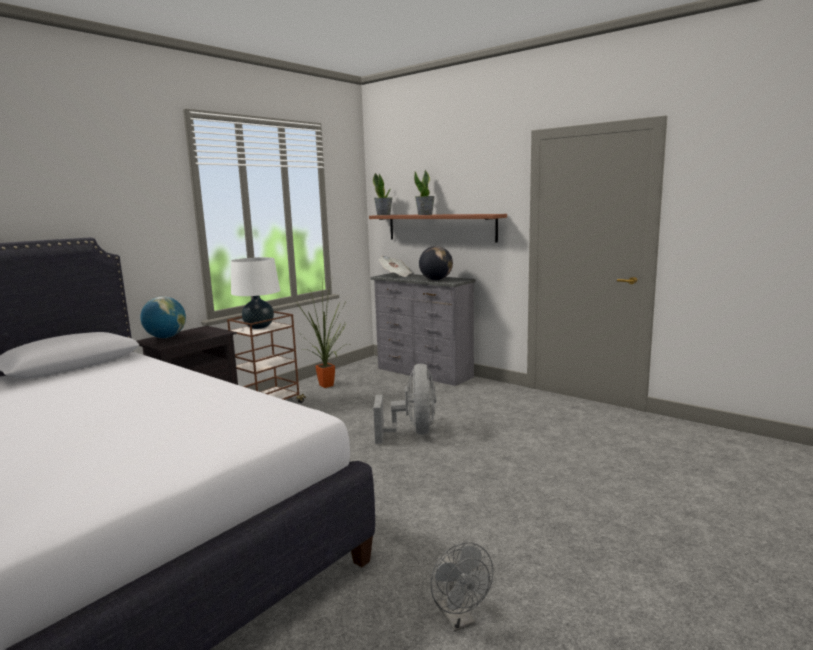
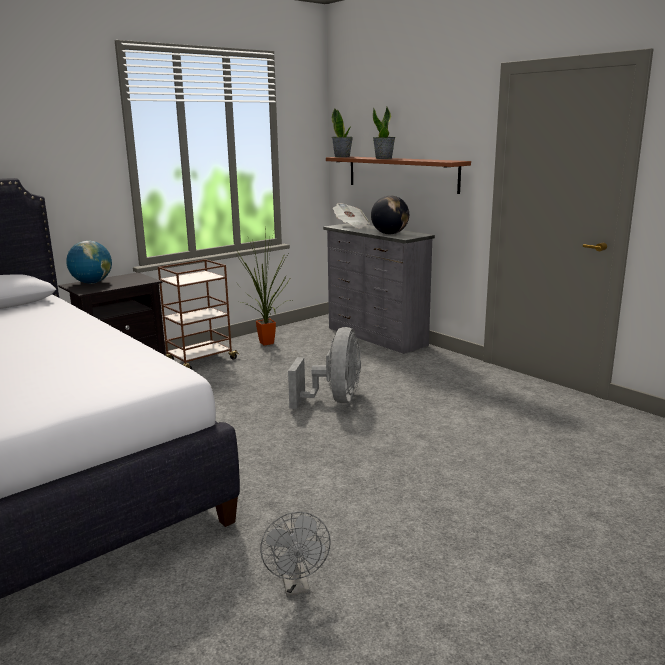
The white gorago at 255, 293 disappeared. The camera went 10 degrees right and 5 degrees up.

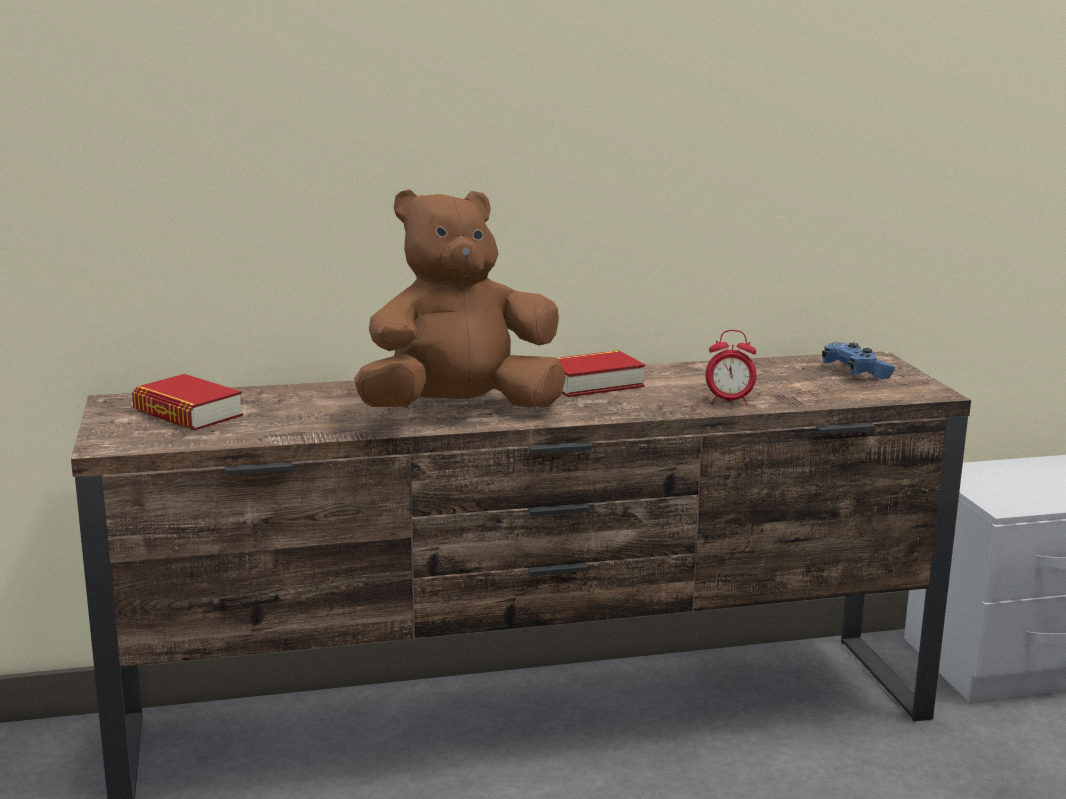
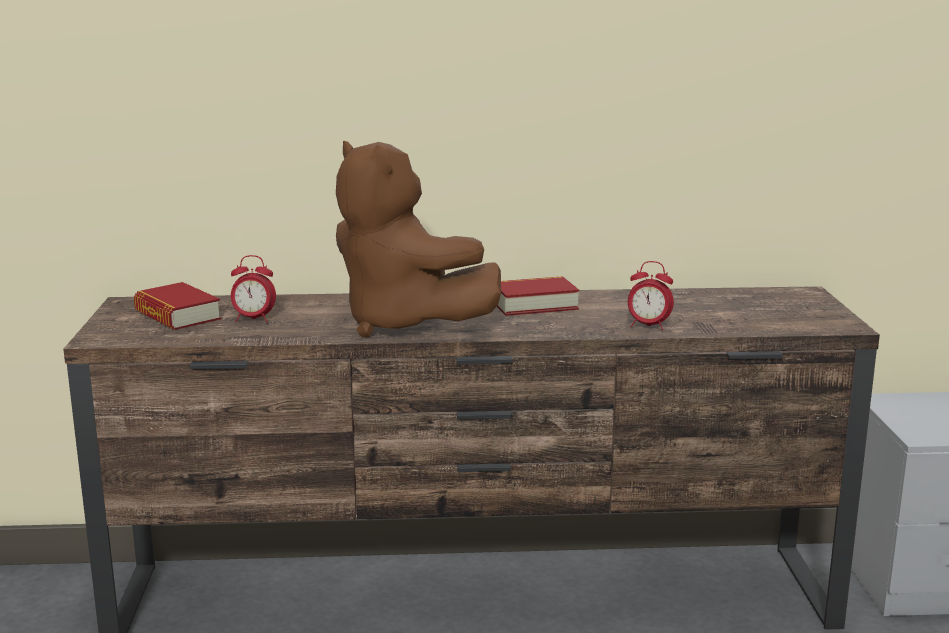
The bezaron at 253, 288 appeared. The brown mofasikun at 460, 298 turned 120 degrees counterclockwise. The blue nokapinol at 858, 361 disappeared. The camera went 10 degrees right and 0 degrees up.

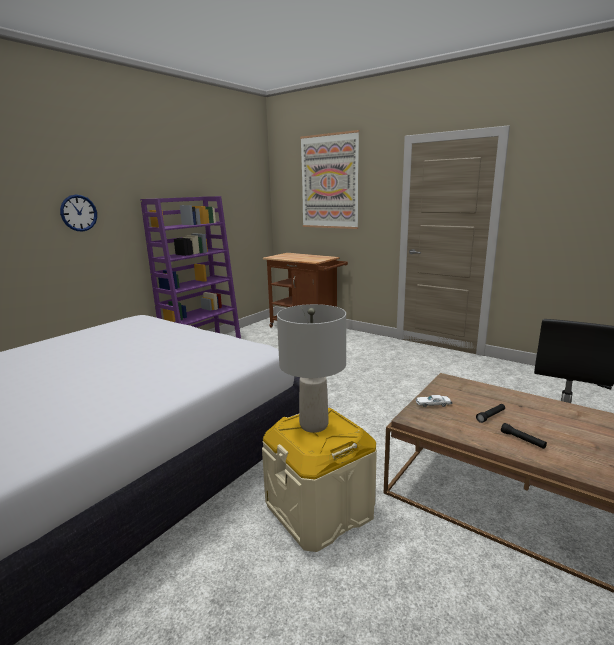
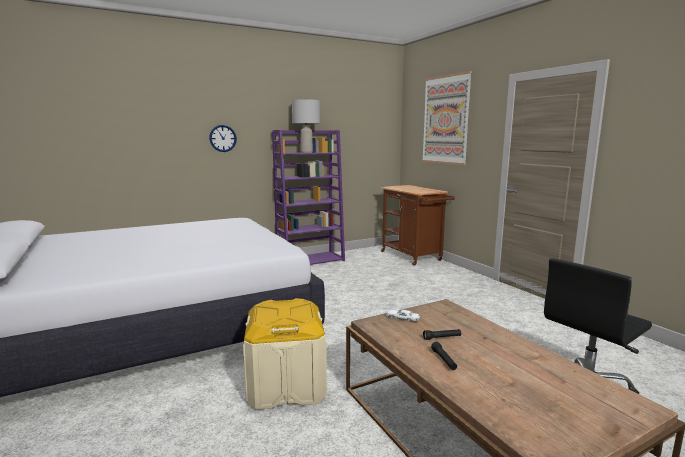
The grey gorago moved from 311, 368 to 306, 125. The camera went 25 degrees right and 5 degrees down.

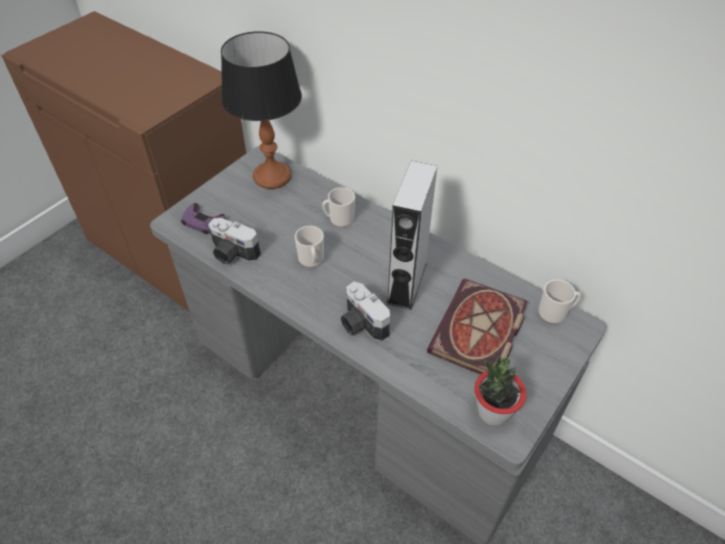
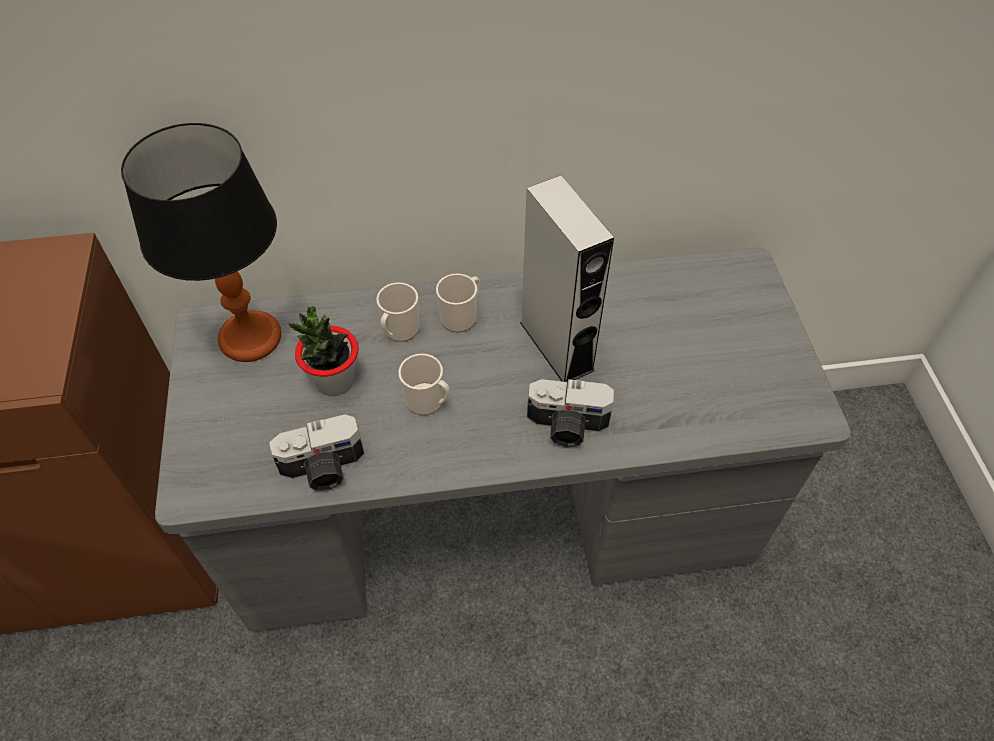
The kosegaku moved from 500, 391 to 324, 351. The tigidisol moved from 559, 301 to 458, 303. The purple nokapinol at 203, 218 disappeared. The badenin at 477, 326 disappeared. The camera went 45 degrees left and 5 degrees up.

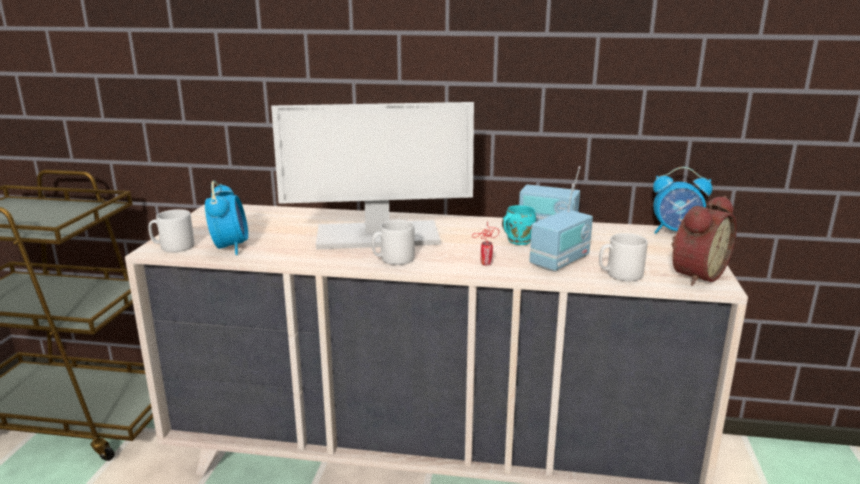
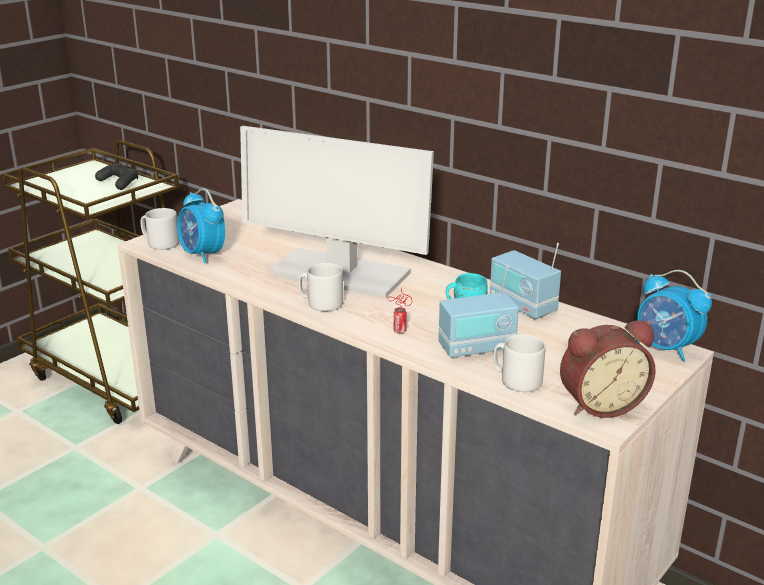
The black nokapinol at 116, 176 appeared. The bezaron at 226, 218 turned 120 degrees clockwise. The camera went 30 degrees right and 5 degrees up.

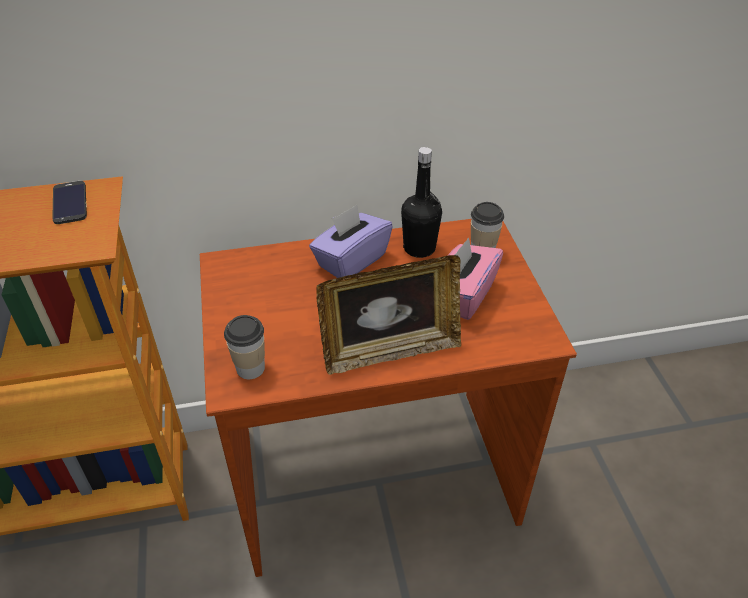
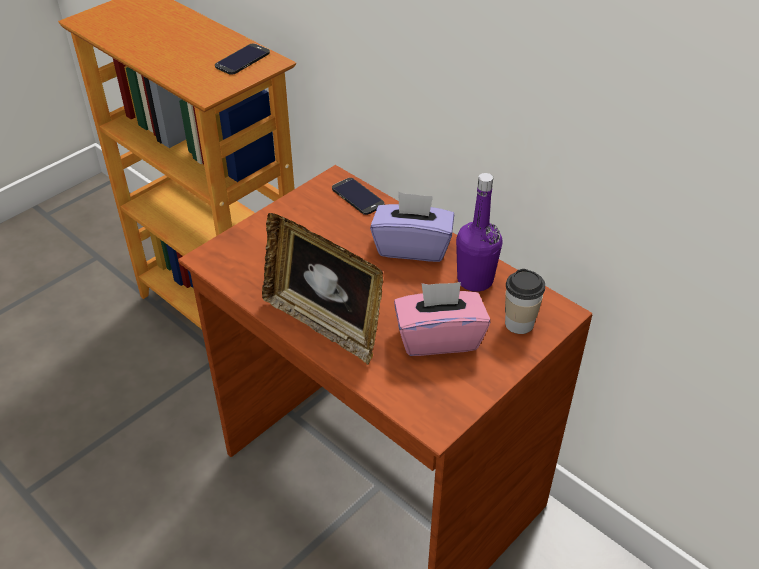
The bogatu at 358, 196 appeared. The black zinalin at 421, 202 became the purple zinalin at 479, 232. The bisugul at 244, 347 disappeared. The camera went 55 degrees right and 0 degrees up.

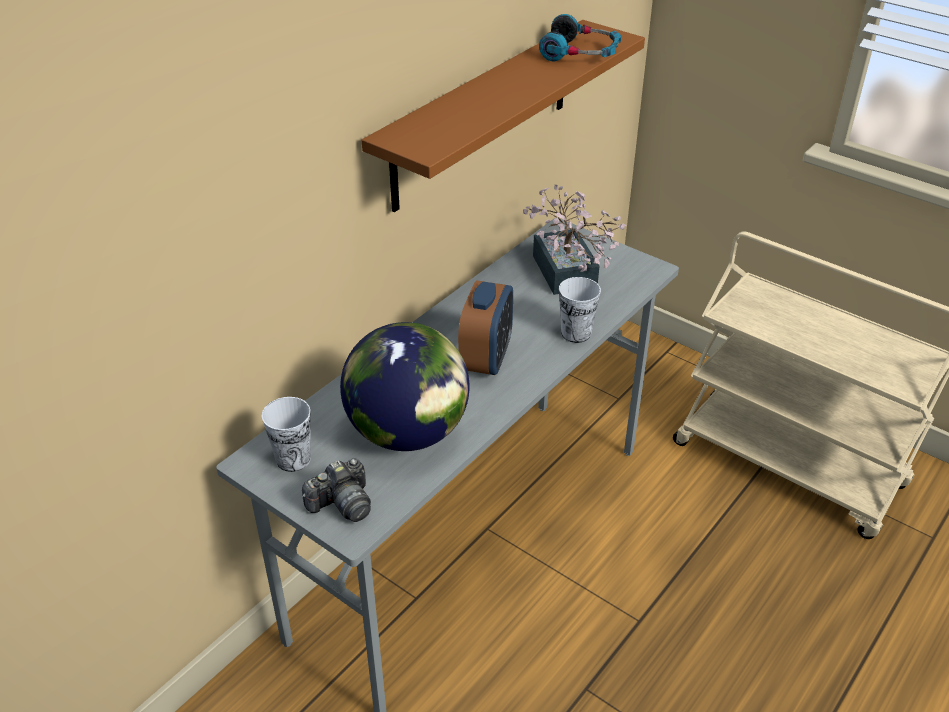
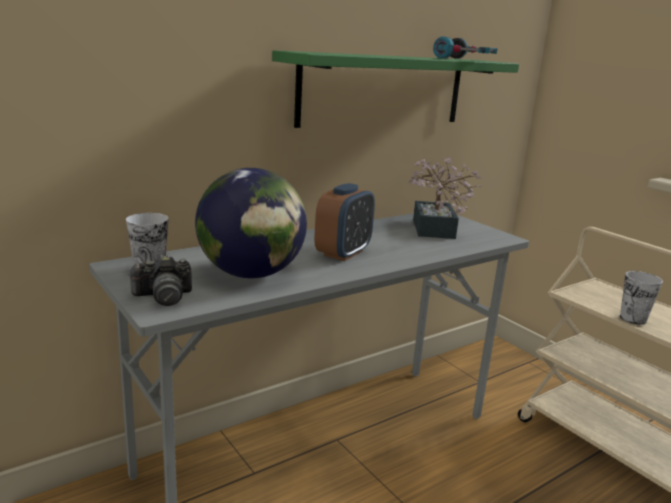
The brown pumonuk at 503, 116 became the green pumonuk at 395, 89. The bisugul moved from 580, 310 to 641, 298. The camera went 15 degrees right and 20 degrees down.

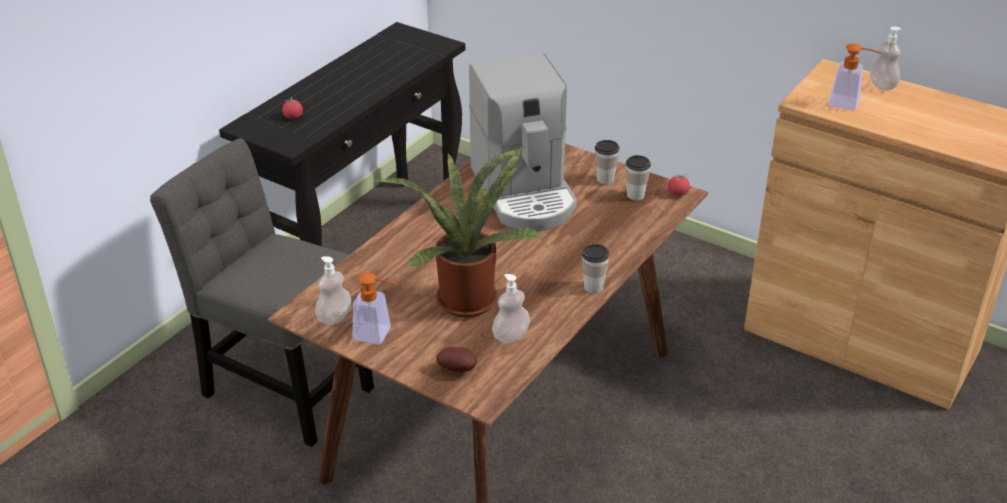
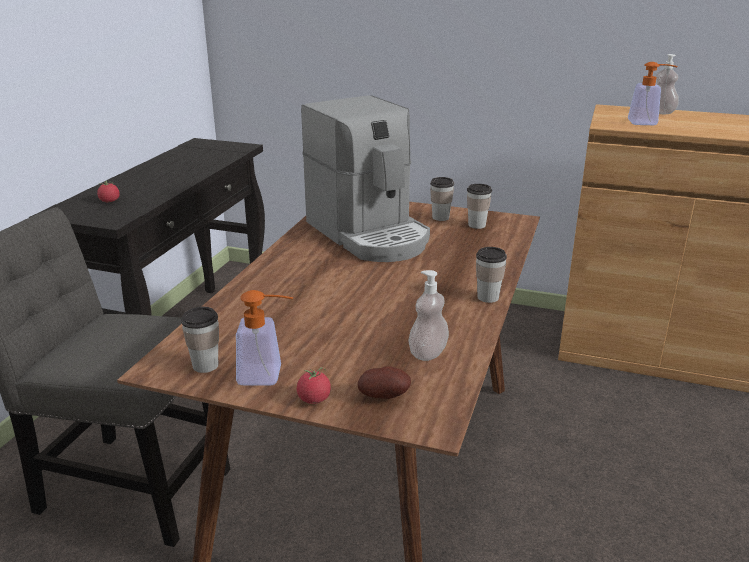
The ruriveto at 333, 290 was replaced by the bisugul at 200, 340. The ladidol moved from 679, 185 to 314, 385. The kosegaku at 459, 232 disappeared. The camera went 15 degrees left and 10 degrees down.

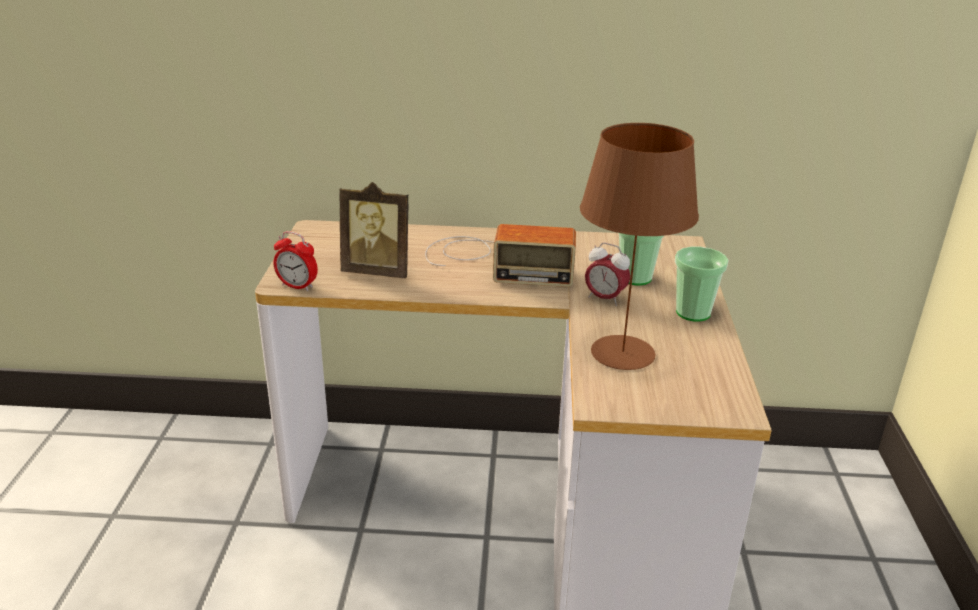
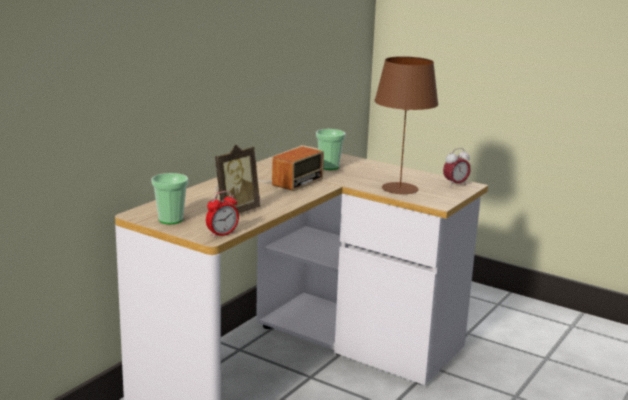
The bisugul moved from 702, 284 to 169, 198. The bezaron moved from 607, 274 to 457, 167. The camera went 60 degrees left and 10 degrees down.

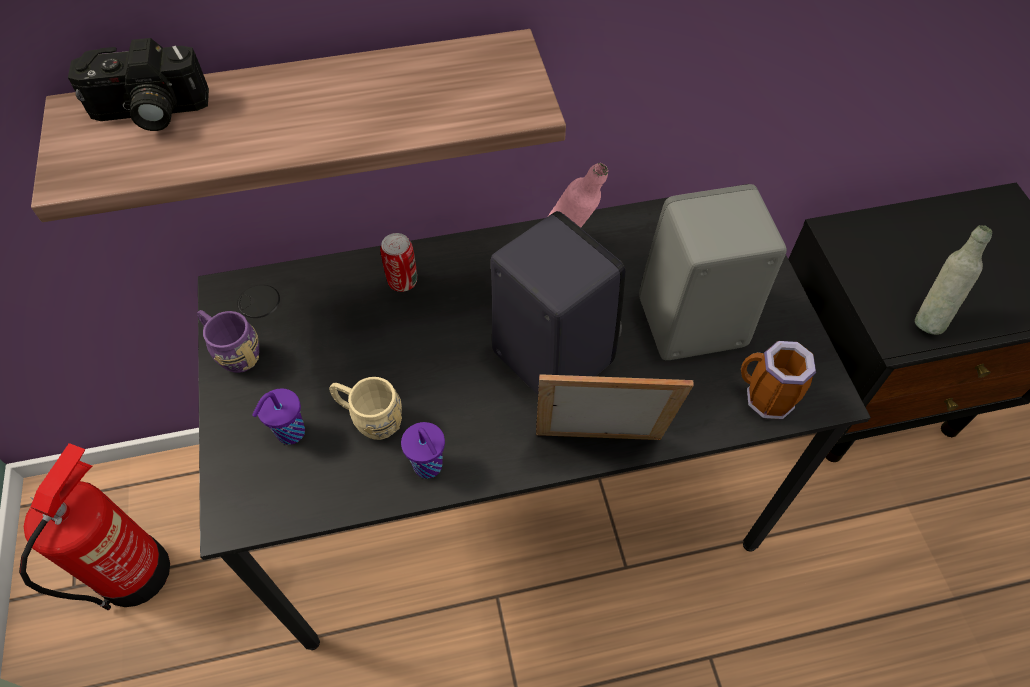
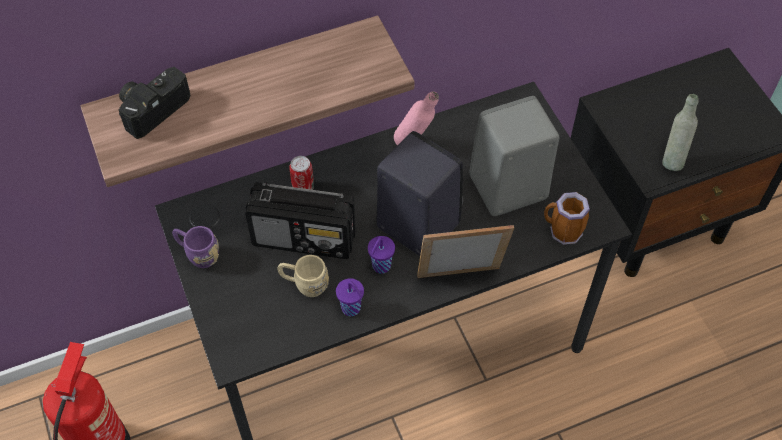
The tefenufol at 138, 84 turned 150 degrees clockwise. The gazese at 300, 220 appeared. The purple bisugul moved from 278, 416 to 381, 255. The camera went 10 degrees left and 0 degrees up.

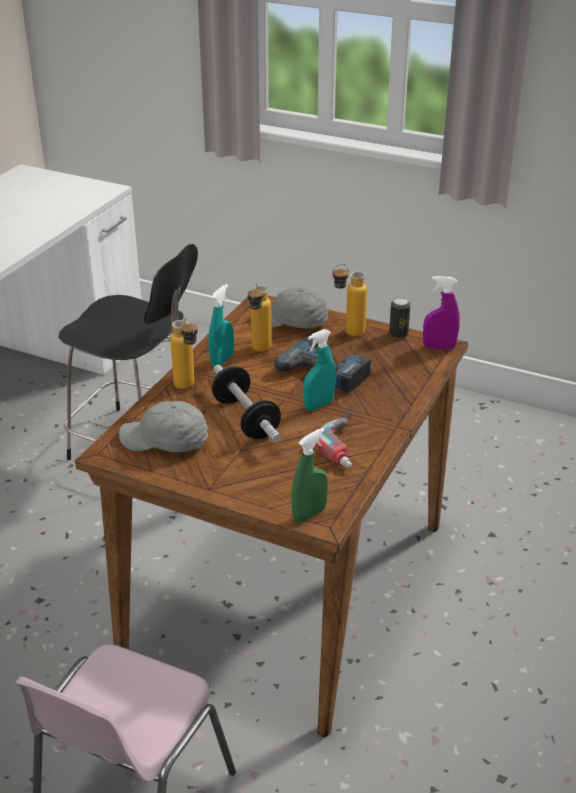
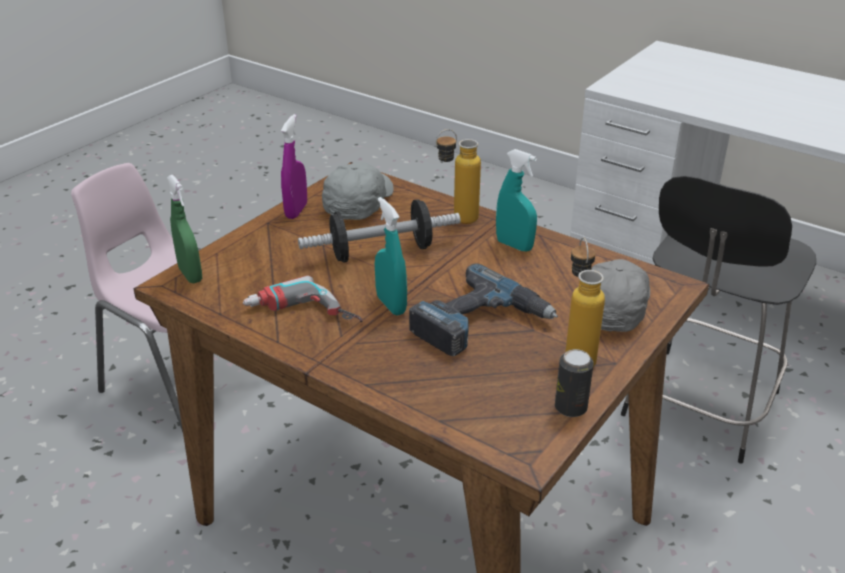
The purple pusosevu moved from 441, 312 to 294, 166. The zinalin at 260, 318 disappeared. The camera went 100 degrees right and 0 degrees up.

